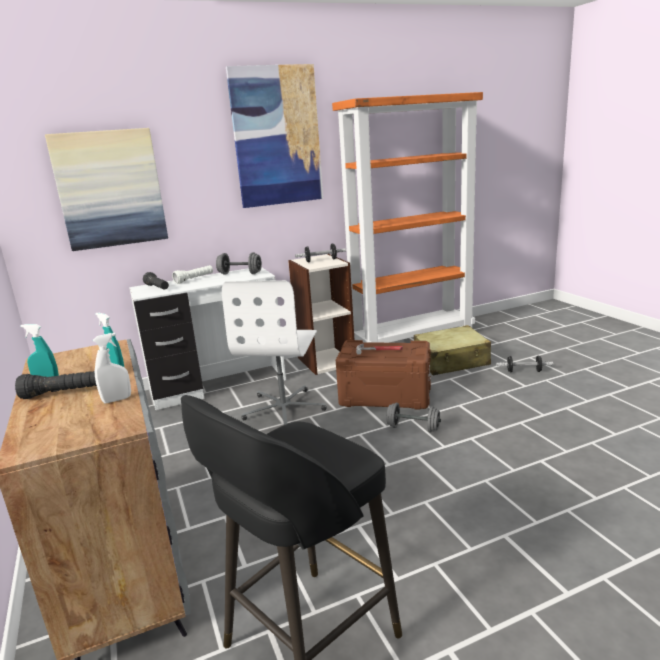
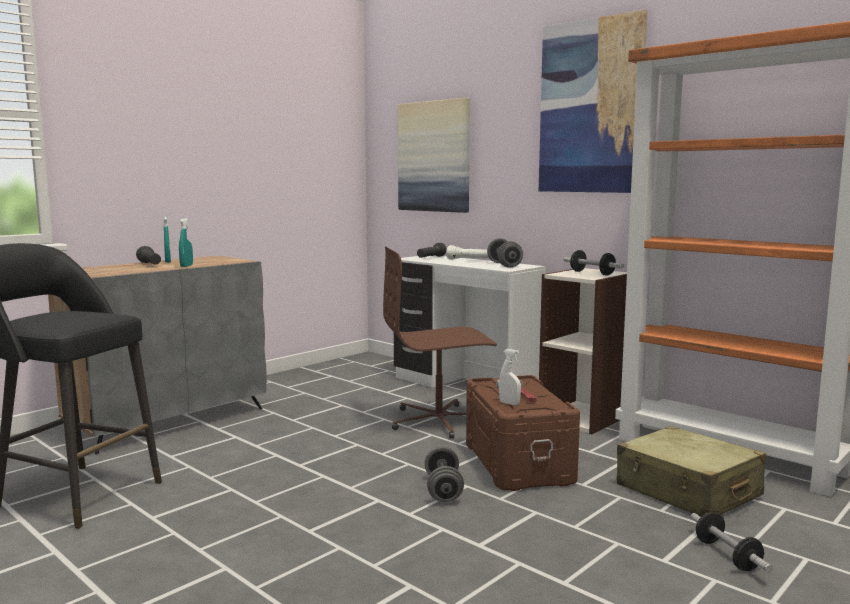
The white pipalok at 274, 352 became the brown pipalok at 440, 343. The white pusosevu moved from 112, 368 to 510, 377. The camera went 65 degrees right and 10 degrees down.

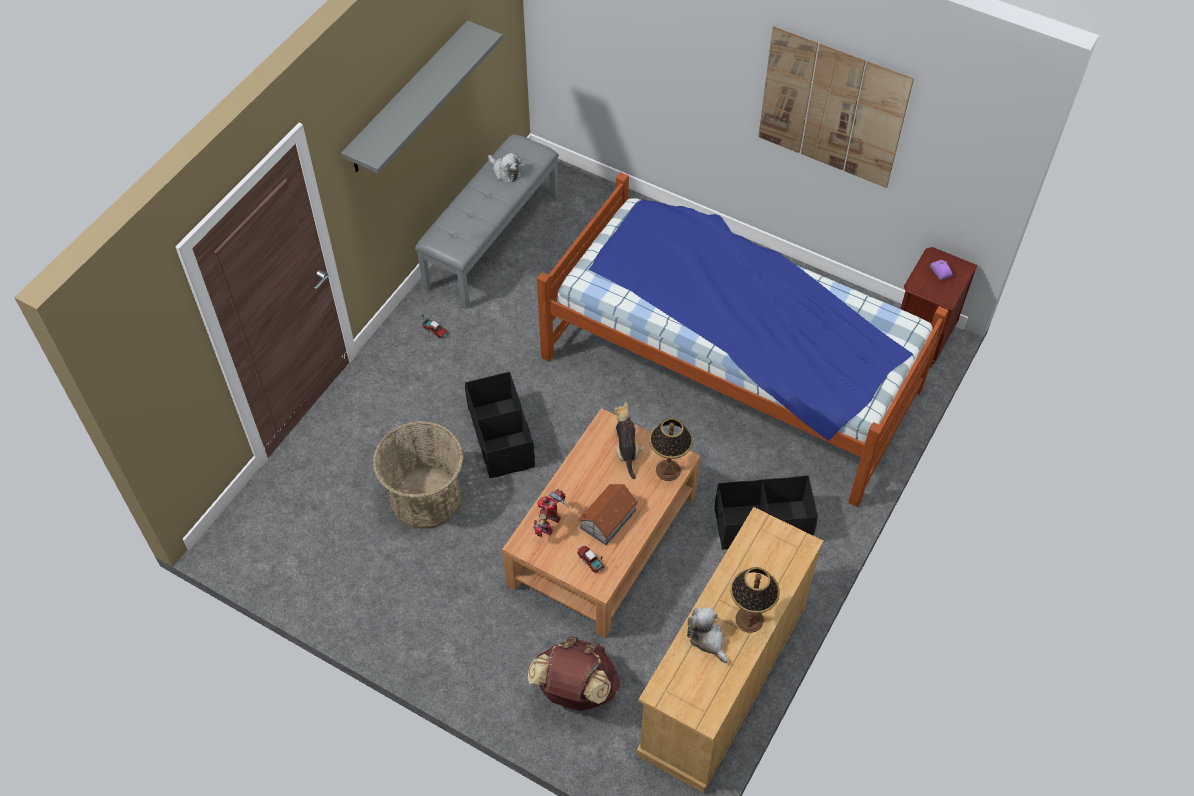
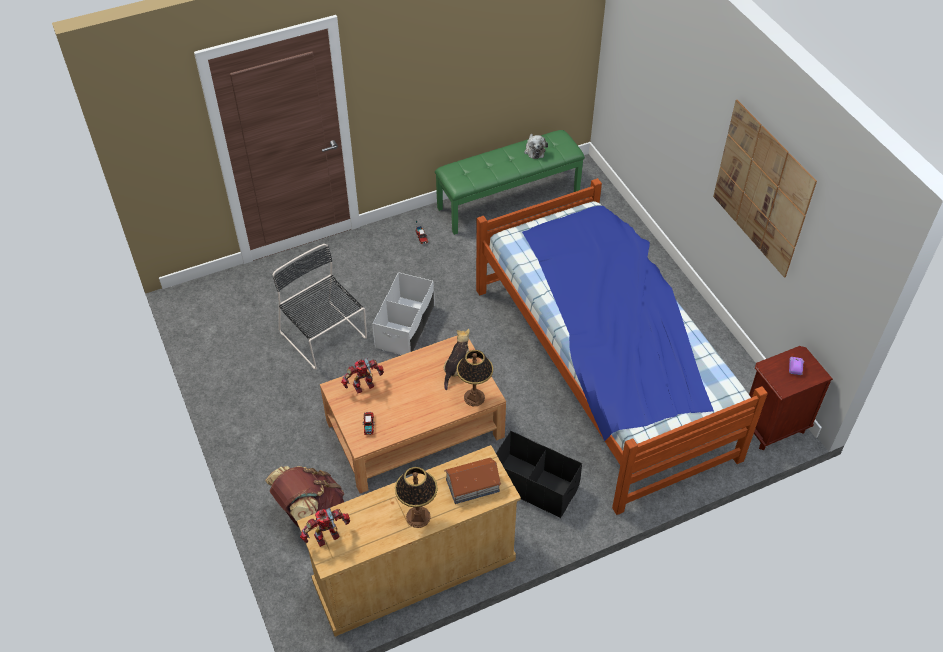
The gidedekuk at 418, 474 was replaced by the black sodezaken at 320, 306. The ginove at 325, 527 appeared. The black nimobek at 500, 425 became the white nimobek at 403, 313. The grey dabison at 487, 221 became the green dabison at 510, 182. The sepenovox moved from 608, 514 to 472, 481. The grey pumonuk at 422, 97 disappeared. The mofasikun at 707, 635 disappeared. The camera went 35 degrees right and 5 degrees down.

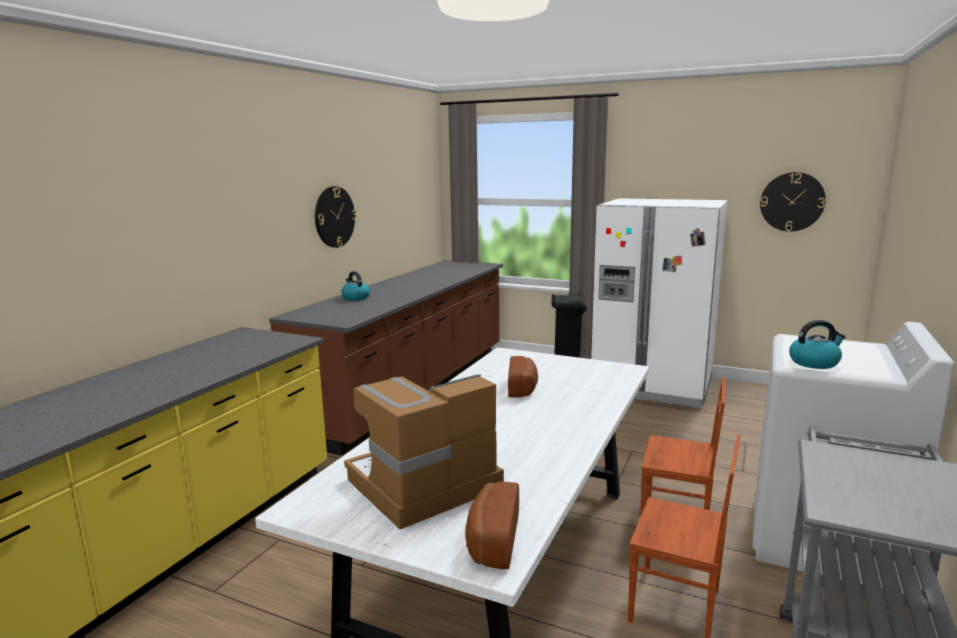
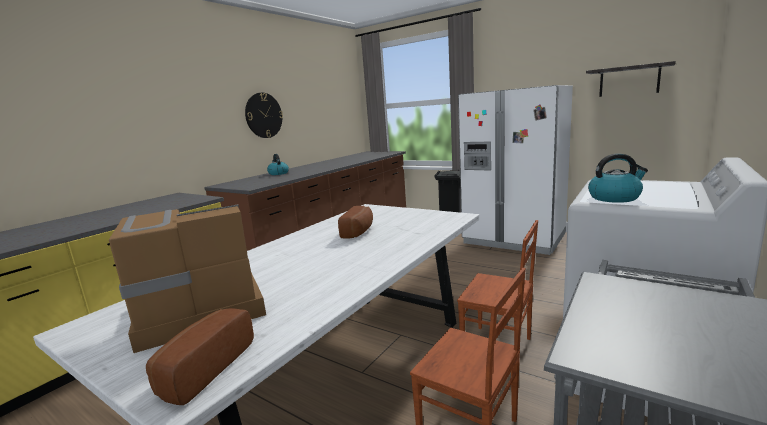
The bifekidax at 793, 202 was replaced by the pumonuk at 631, 79. The camera went 10 degrees right and 0 degrees up.

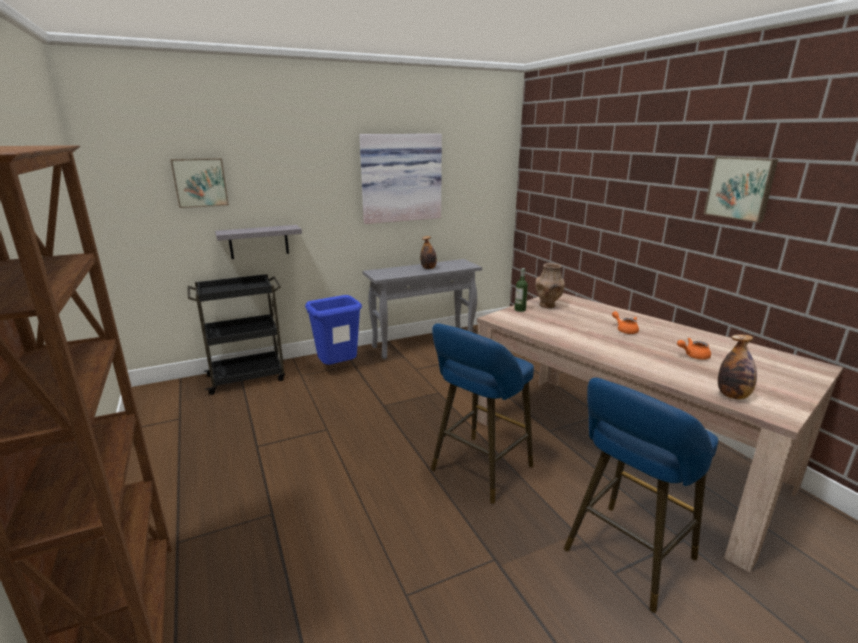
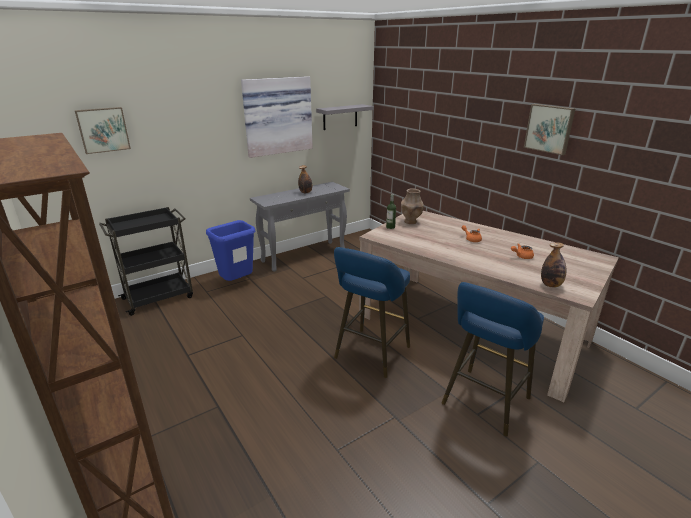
The grey pumonuk moved from 258, 242 to 345, 117. The camera went 10 degrees left and 5 degrees up.

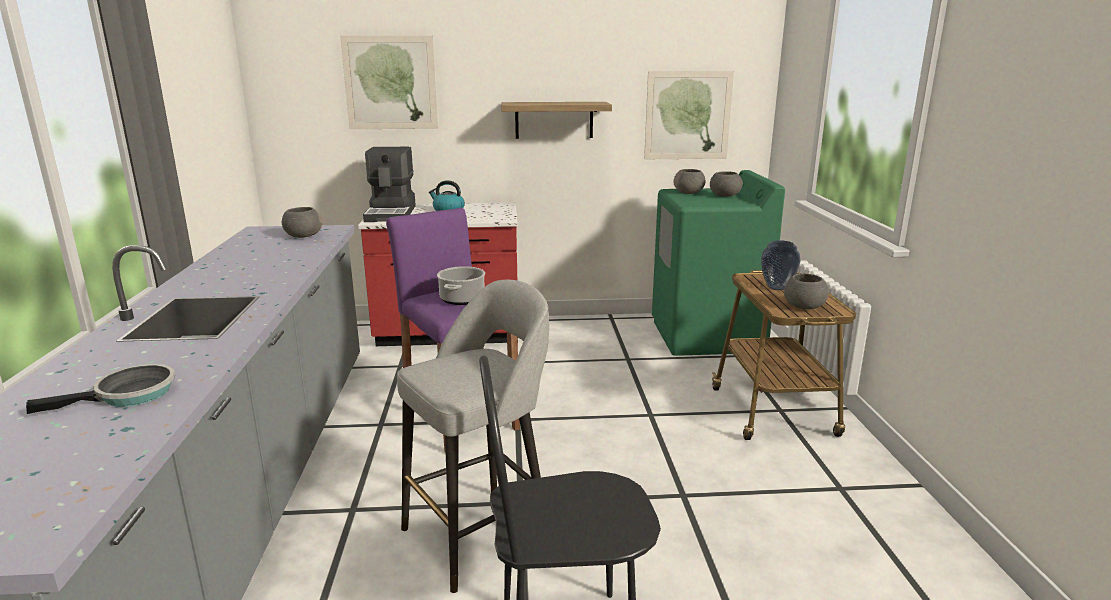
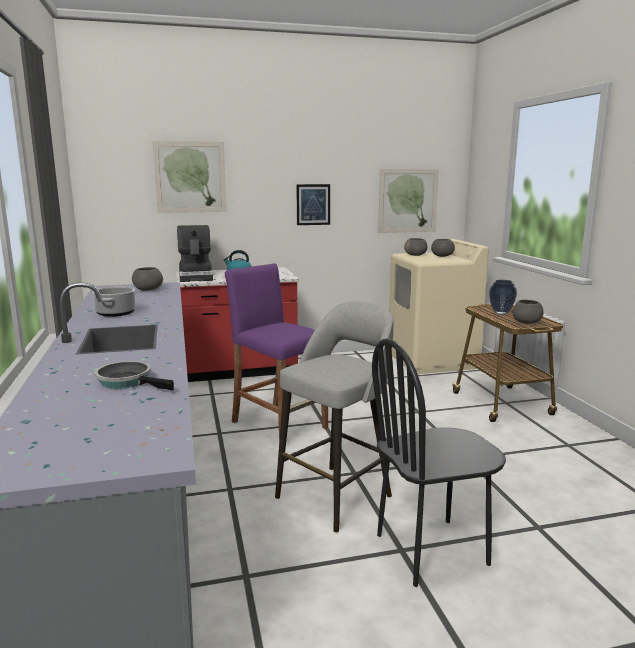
The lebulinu moved from 461, 285 to 114, 301. The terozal at 100, 389 turned 105 degrees counterclockwise. The pumonuk at 556, 120 was replaced by the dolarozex at 313, 204. The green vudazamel at 718, 263 became the beige vudazamel at 439, 306. The camera went 10 degrees left and 5 degrees down.

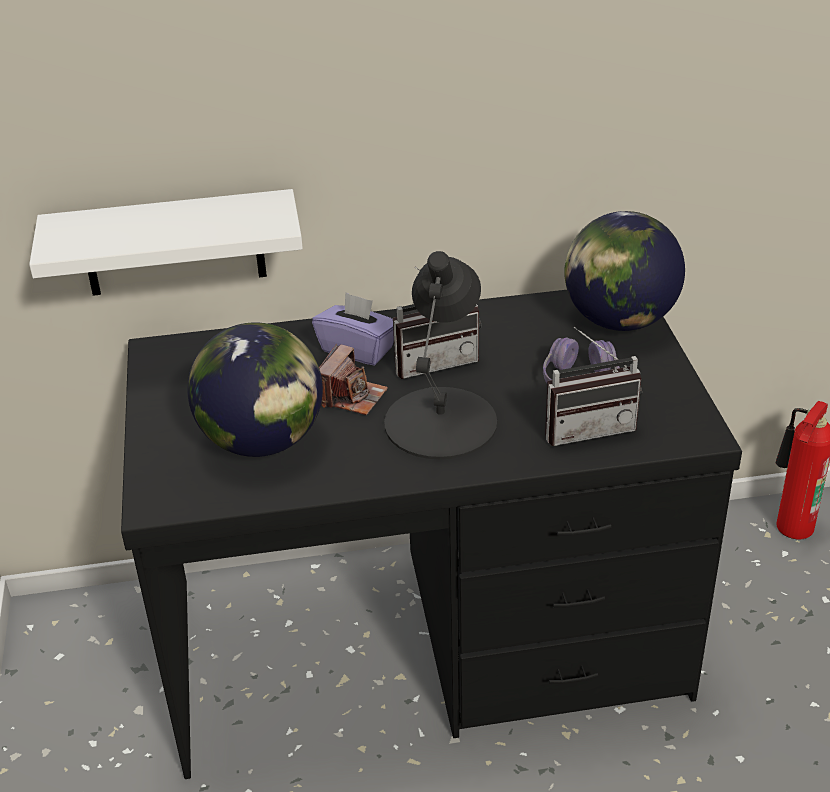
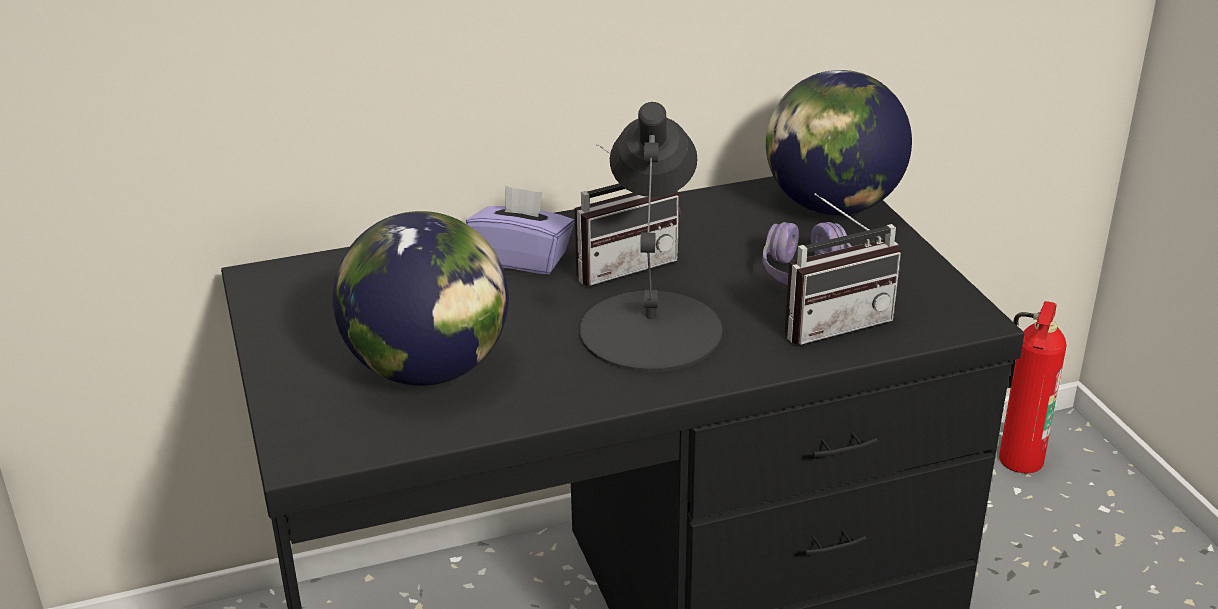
The white pumonuk at 166, 242 disappeared. The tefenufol at 353, 379 disappeared. The camera went 10 degrees left and 5 degrees down.

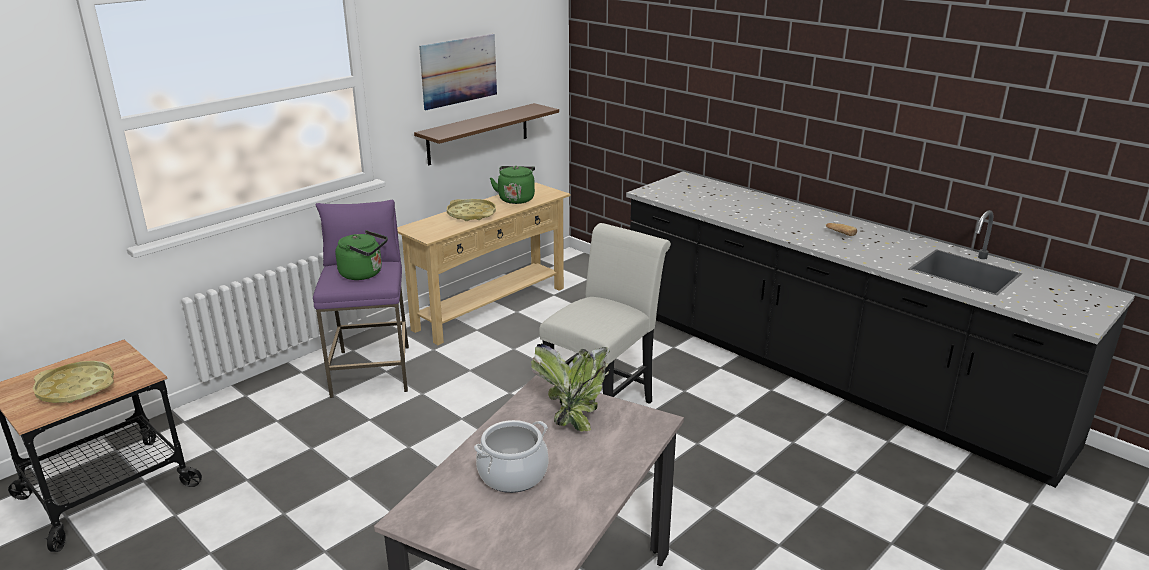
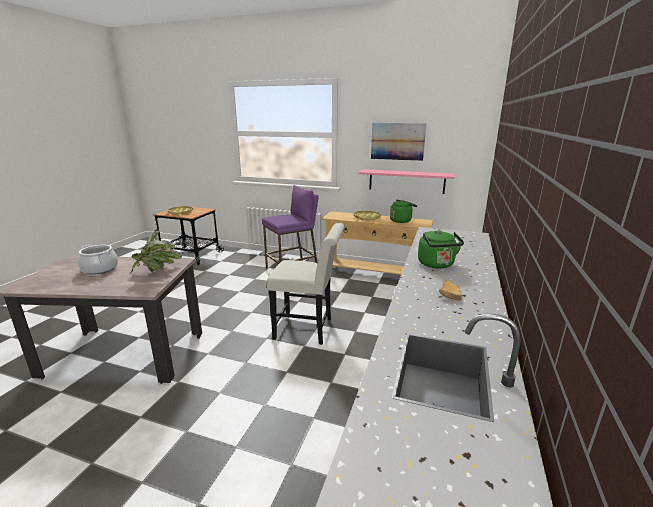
The brown pumonuk at 486, 134 became the pink pumonuk at 406, 181. The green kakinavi moved from 361, 255 to 441, 249. The camera went 65 degrees right and 5 degrees down.

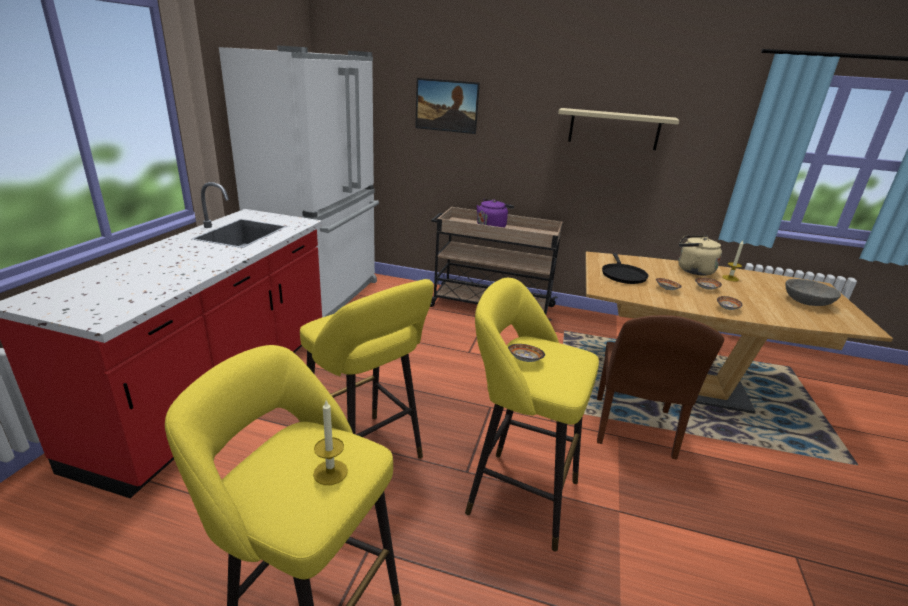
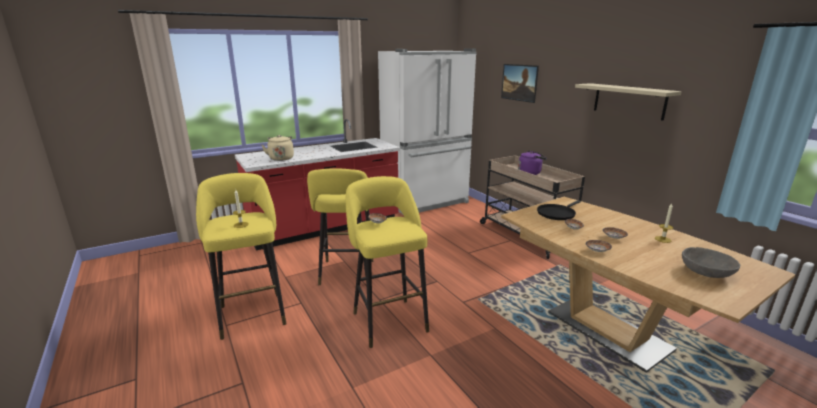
The beige kakinavi moved from 700, 255 to 278, 148. The brown sodezaken at 660, 387 disappeared. The camera went 45 degrees right and 5 degrees down.

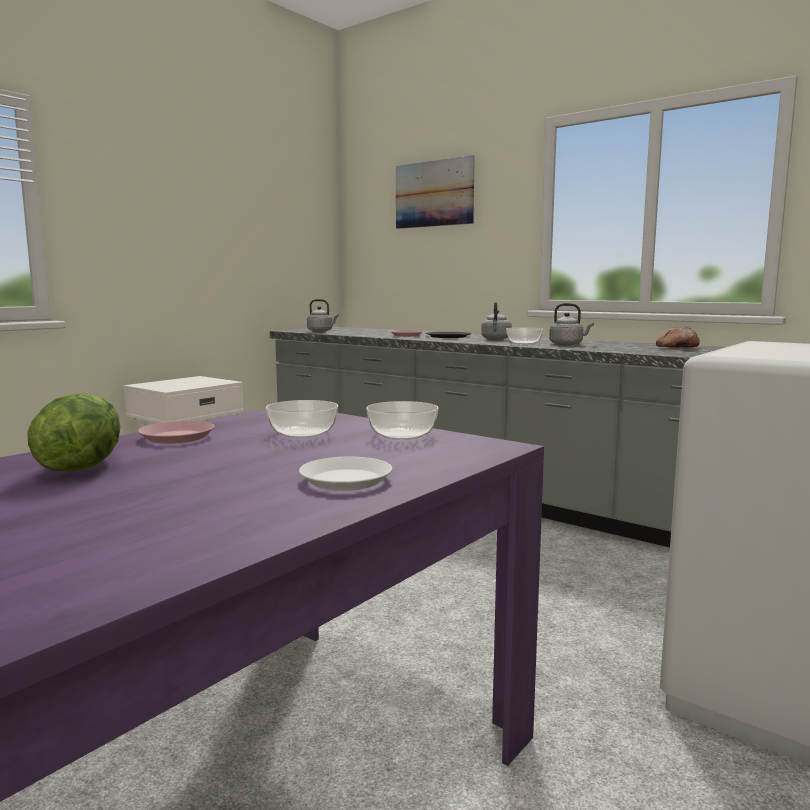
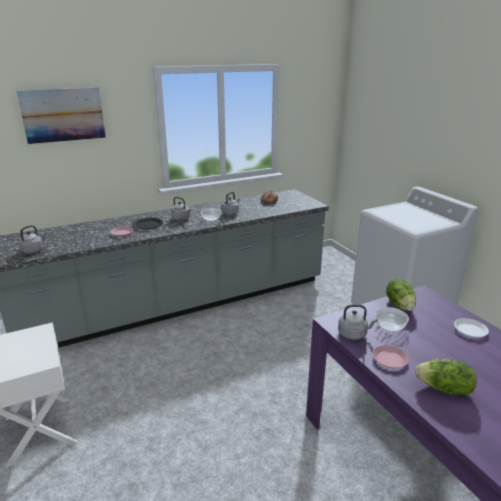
The grey kakinavi at 358, 322 appeared. The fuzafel at 402, 420 was replaced by the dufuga at 401, 295. The camera went 65 degrees left and 15 degrees up.

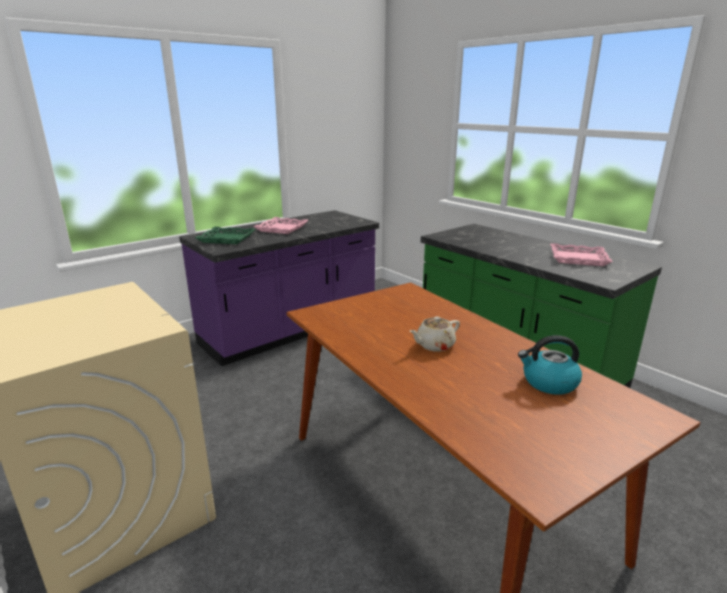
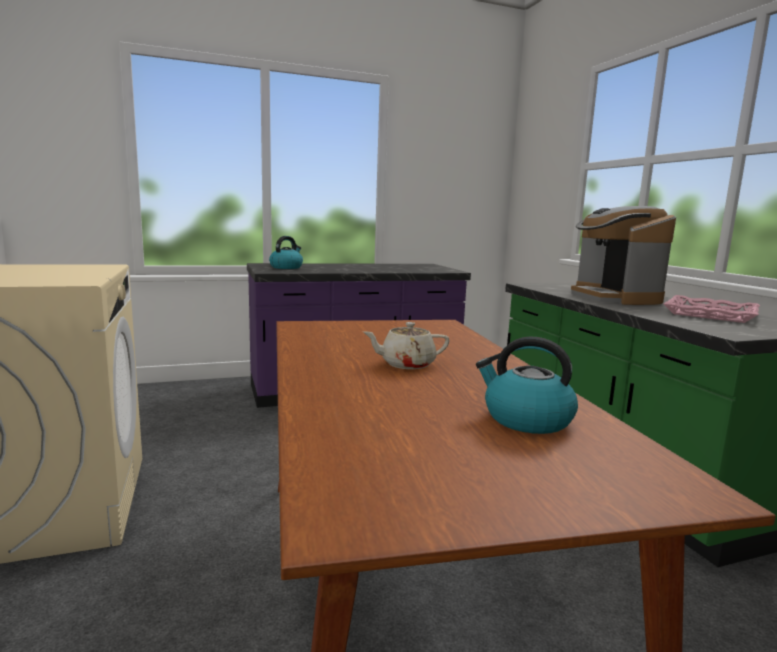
The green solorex at 225, 235 was replaced by the kakinavi at 286, 252. The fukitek at 623, 255 appeared. The pink solorex at 281, 225 disappeared. The camera went 20 degrees right and 10 degrees down.

